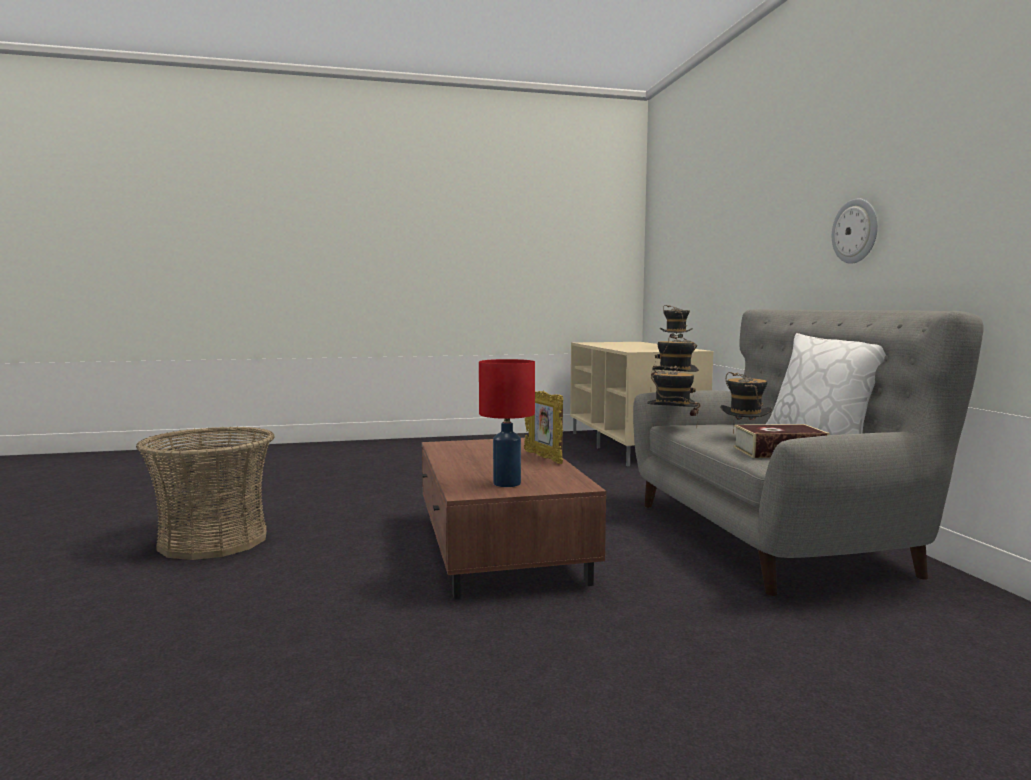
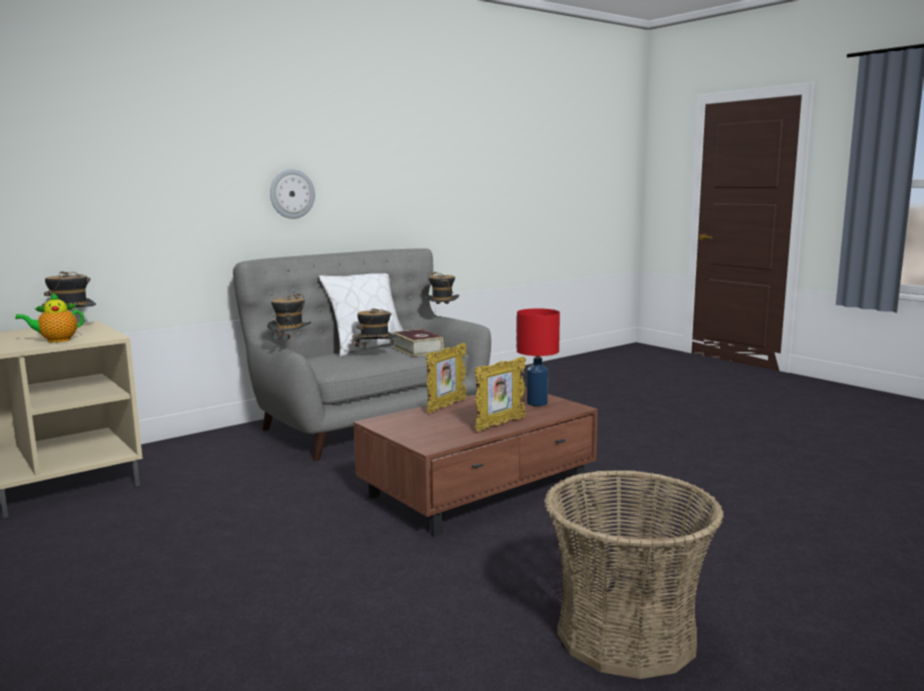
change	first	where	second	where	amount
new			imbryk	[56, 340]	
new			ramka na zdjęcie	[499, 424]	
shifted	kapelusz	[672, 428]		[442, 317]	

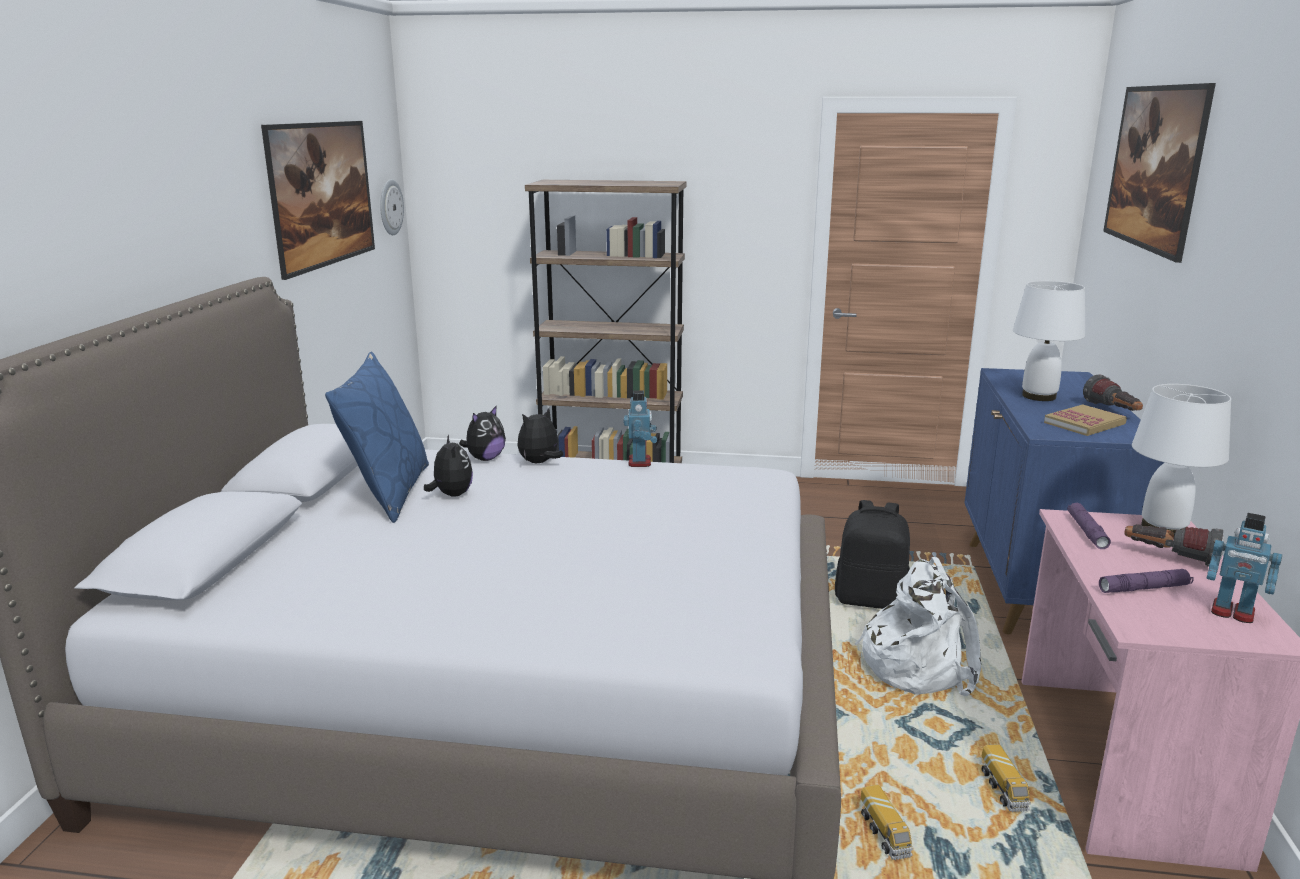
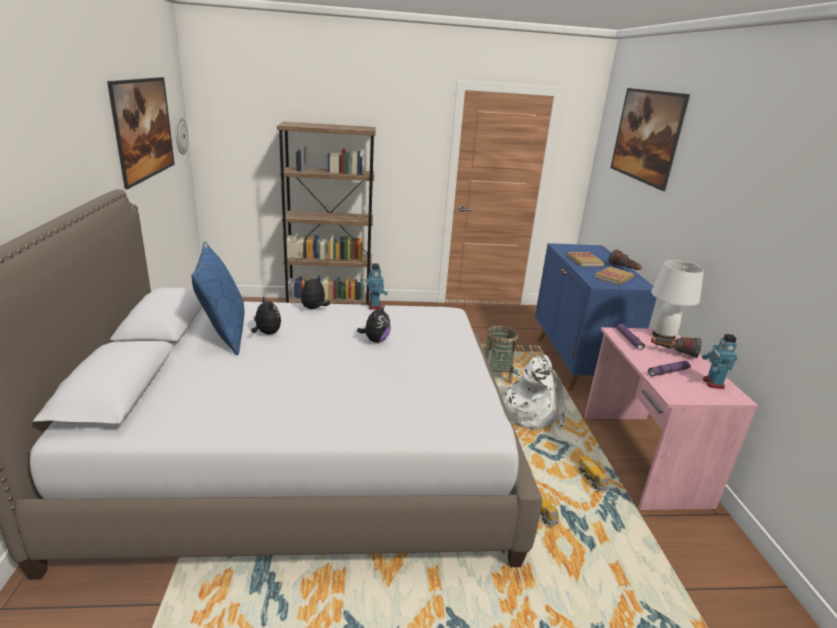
change	first	where	second	where	amount
shifted	pluszak	[485, 458]		[375, 340]	
swapped	plecak [czarny]	[871, 600]	koszyk	[496, 375]	
swapped	lampa stołowa [biały]	[1039, 396]	książka	[584, 261]	
rotated	robot zabawkowy	[1232, 613]		[712, 383]	75 degrees clockwise

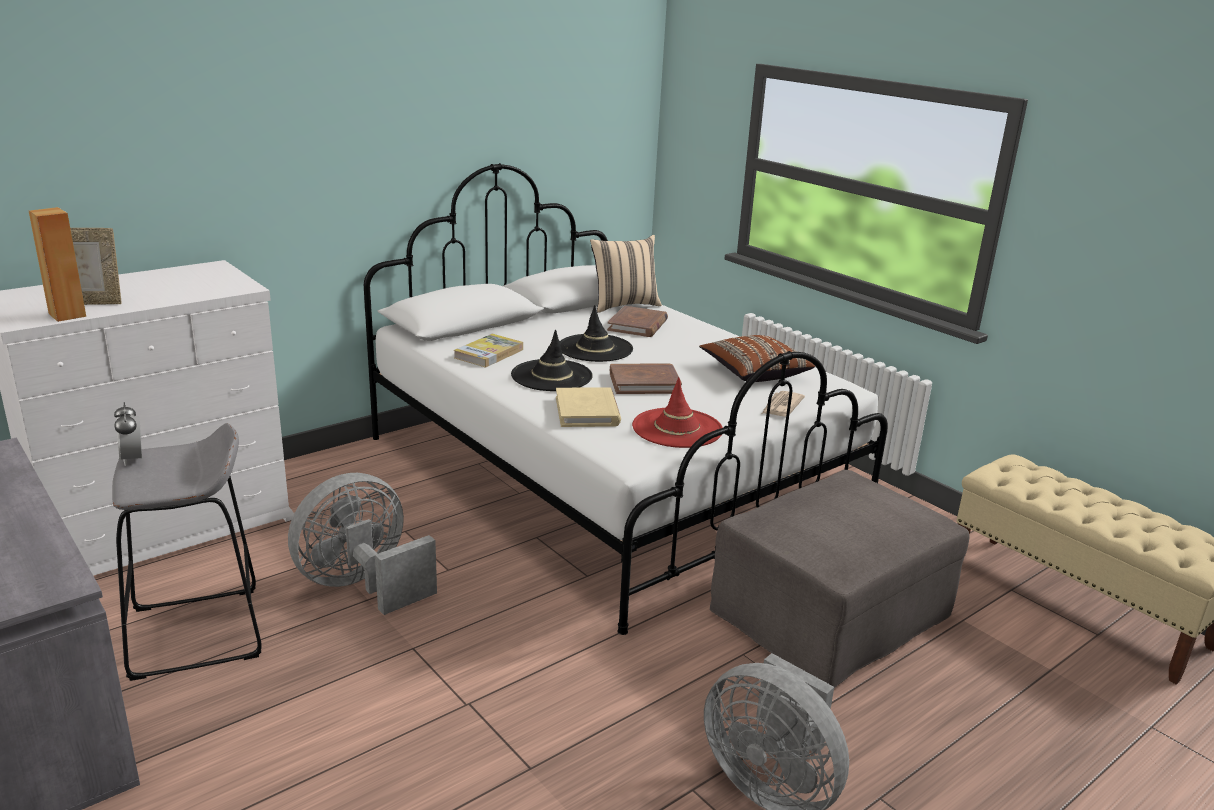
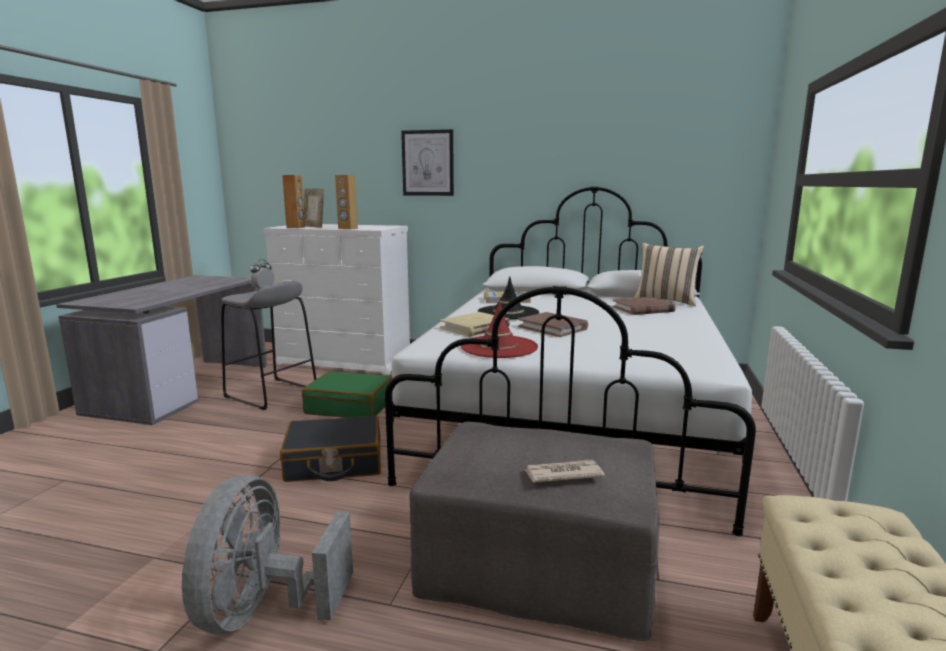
change	first	where	second	where	amount
gone	kapelusz [czarny]	[595, 348]			
gone	poduszka [brązowy]	[754, 372]			
new			walizka [czarny]	[334, 462]	
new			głośnik [brązowy]	[347, 228]	
new			obraz	[428, 163]	
shifted	gazeta	[781, 406]		[562, 474]	
swapped	wentylator [szary]	[362, 585]	walizka [zielony]	[350, 406]	

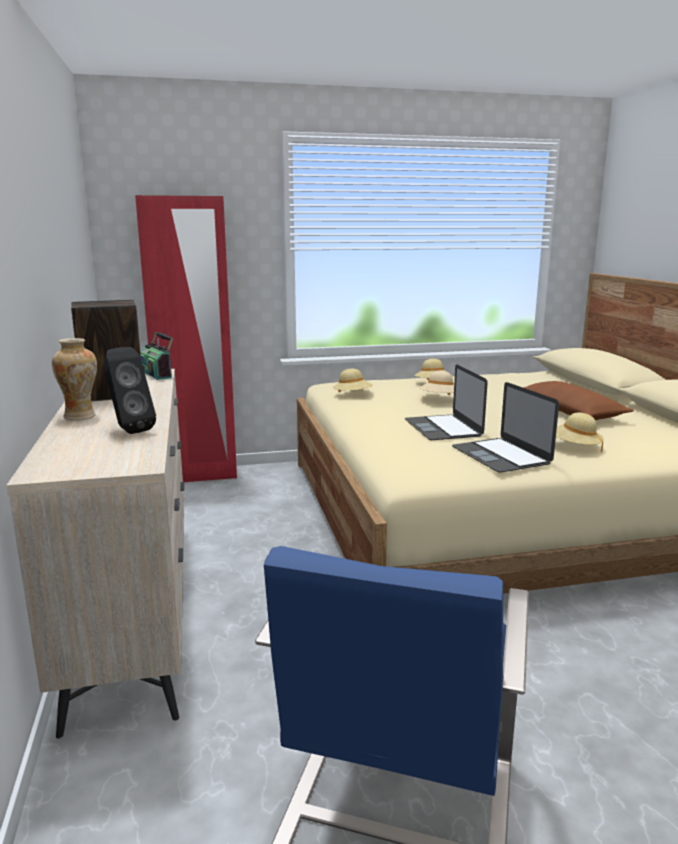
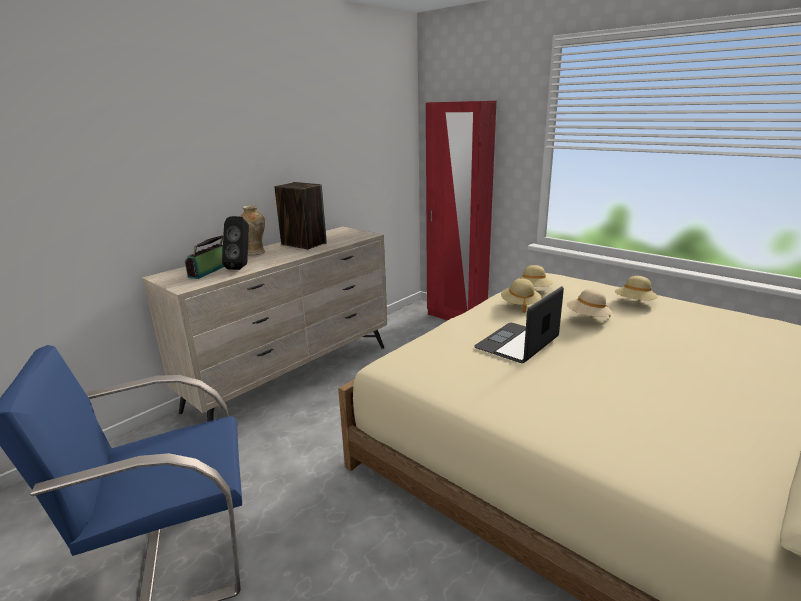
change	first	where	second	where	amount
gone	laptop	[501, 455]			
gone	poduszka [brązowy]	[570, 412]			
shifted	radio	[157, 374]		[208, 272]	
shifted	kapelusz [beżowy]	[575, 447]		[520, 305]	

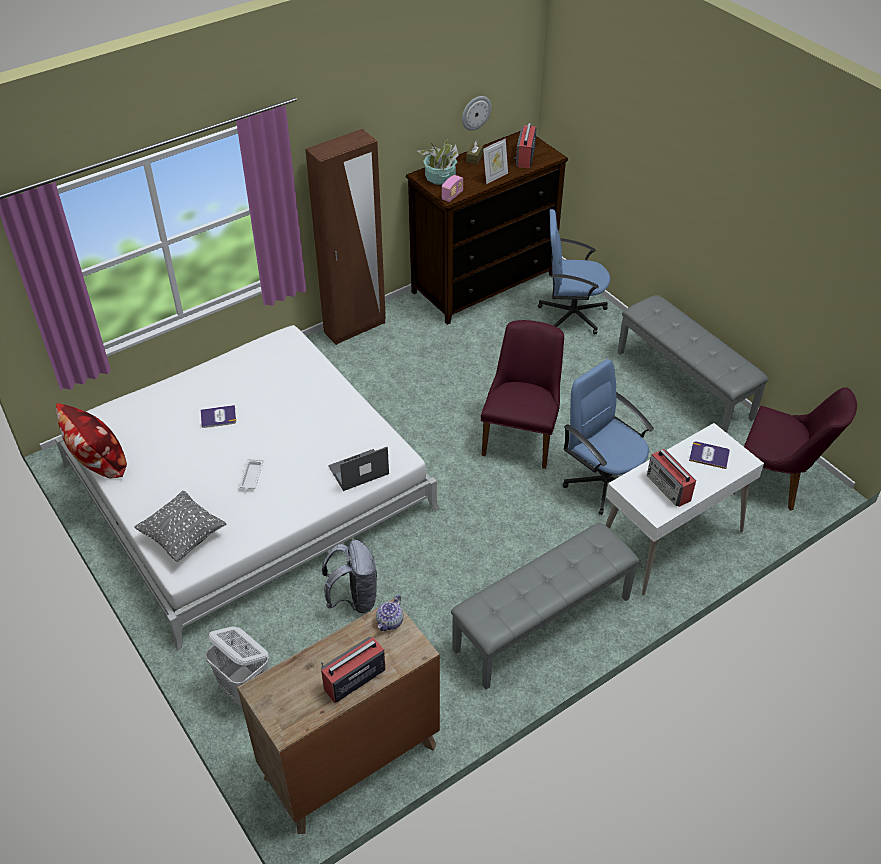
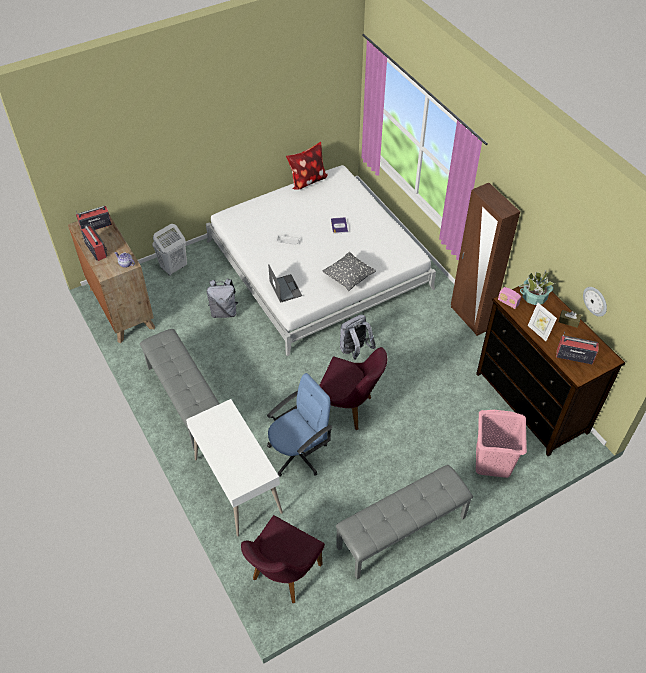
change	first	where	second	where	amount
gone	książka	[709, 455]			
new			plecak [szary]	[355, 350]	
shifted	poduszka [szary]	[183, 537]		[348, 278]	
shifted	radio	[669, 488]		[95, 226]	
swapped	krzesło biurowe [niebieski]	[571, 314]	kosz na pranie [różowy]	[493, 461]	

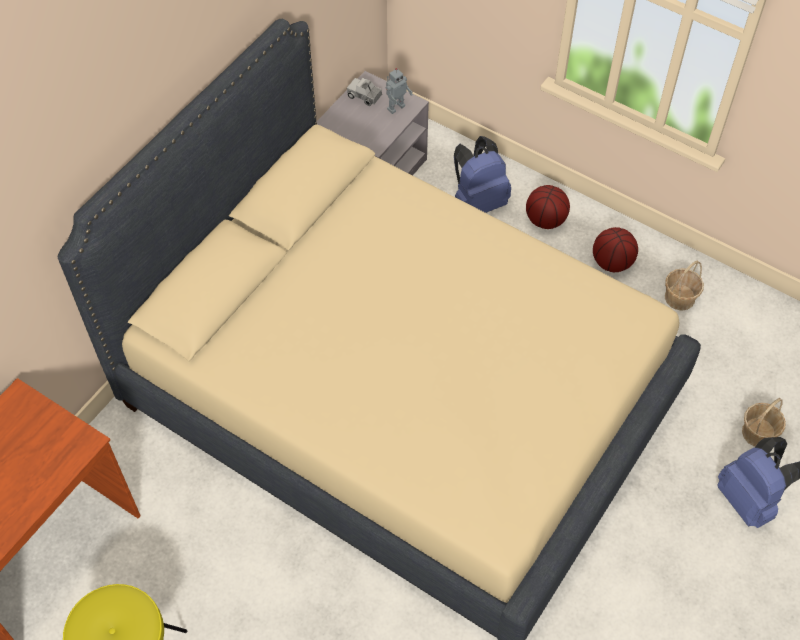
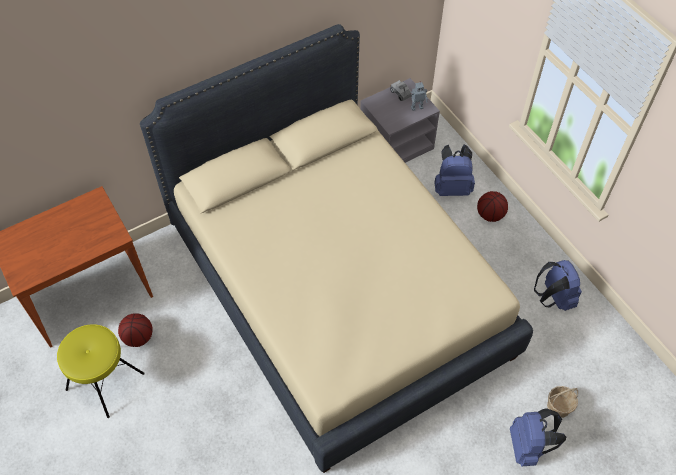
change	first	where	second	where	amount
shifted	piłka do koszykówki	[612, 262]		[139, 337]	
swapped	koszyk	[679, 297]	plecak [niebieski]	[553, 298]	

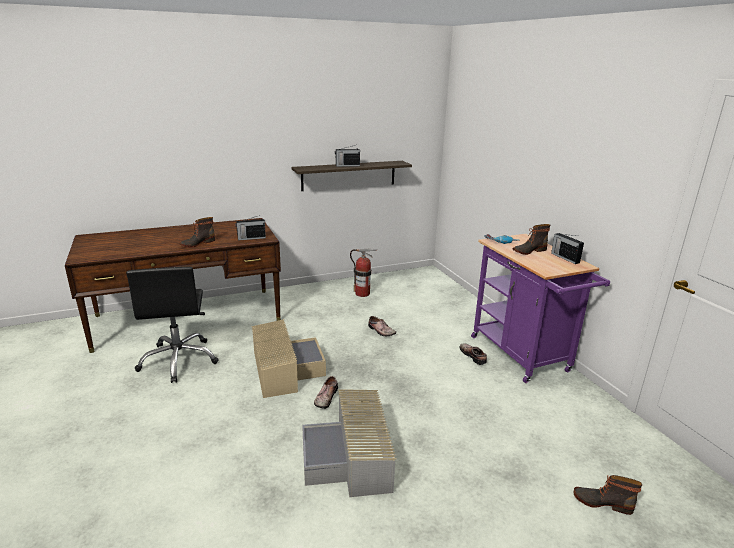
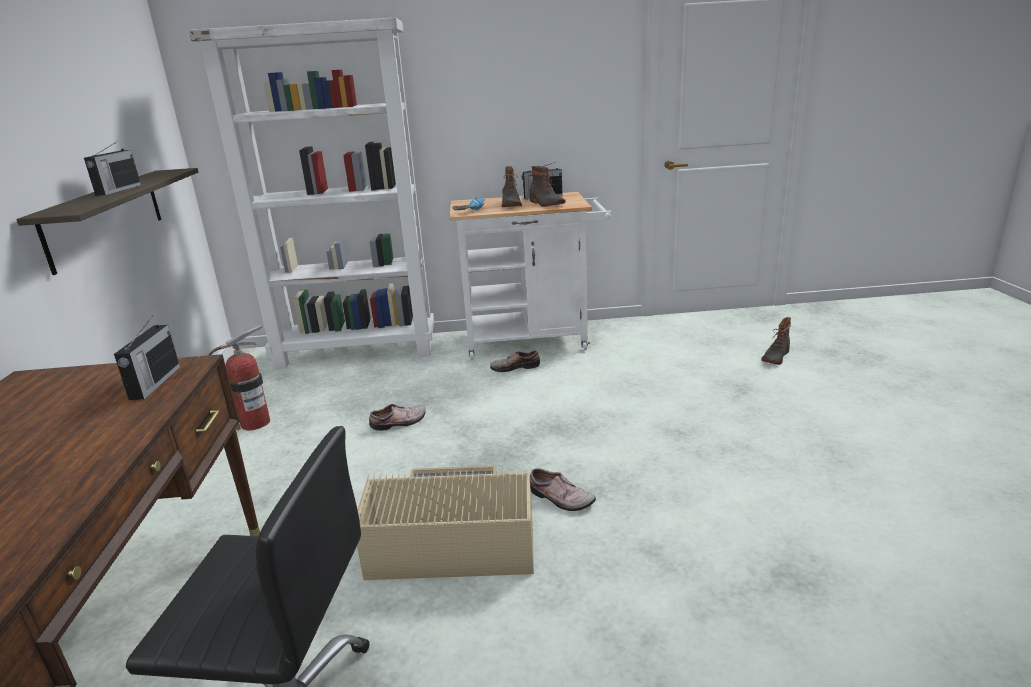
change	first	where	second	where	amount
gone	pojemnik do przechowywania [szary]	[351, 458]			
new			regał [biały]	[358, 351]	
shifted	but z cholewką	[197, 243]		[546, 203]	
repainted	wózek [fioletowy]	[523, 357]	wózek [biały]	[534, 340]	

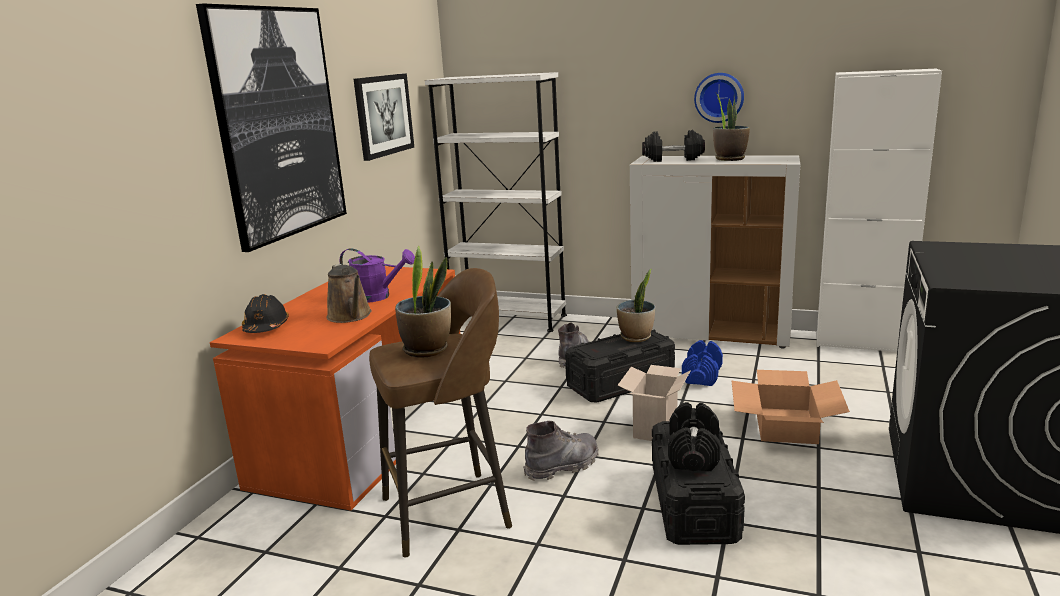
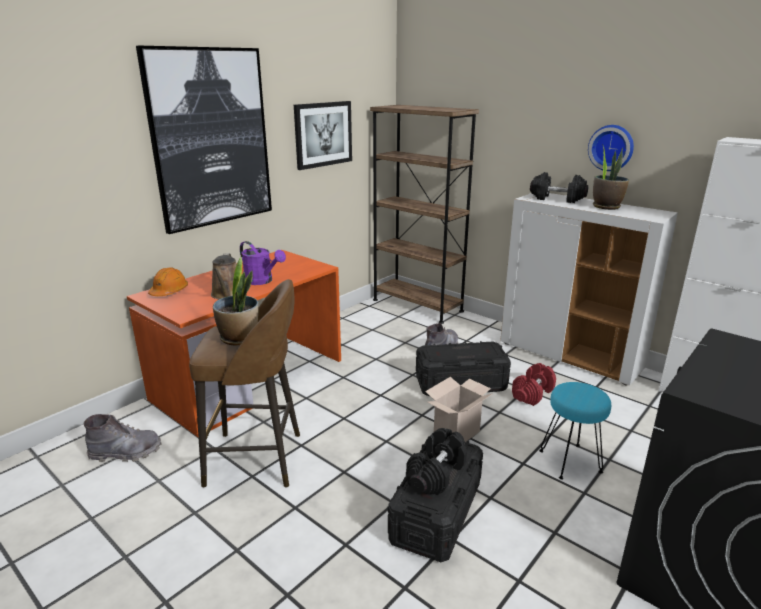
change	first	where	second	where	amount
gone	roślina doniczkowa	[636, 337]			
shifted	but z cholewką [szary]	[563, 466]		[126, 453]	
swapped	karton	[785, 425]	stołek [turkusowy]	[570, 462]	
repainted	kask [czarny]	[266, 327]	kask [pomarańczowy]	[169, 291]	
repainted	regał [biały]	[508, 319]	regał [brązowy]	[417, 305]	
repainted	hantel [niebieski]	[702, 375]	hantel [czerwony]	[532, 393]	

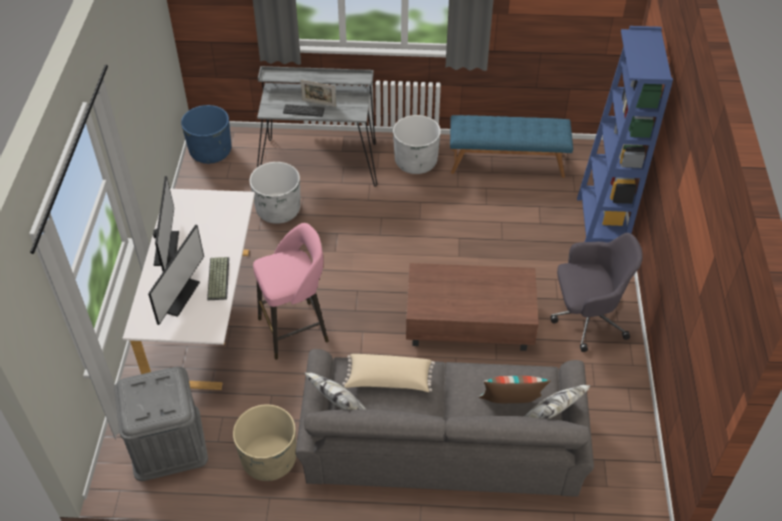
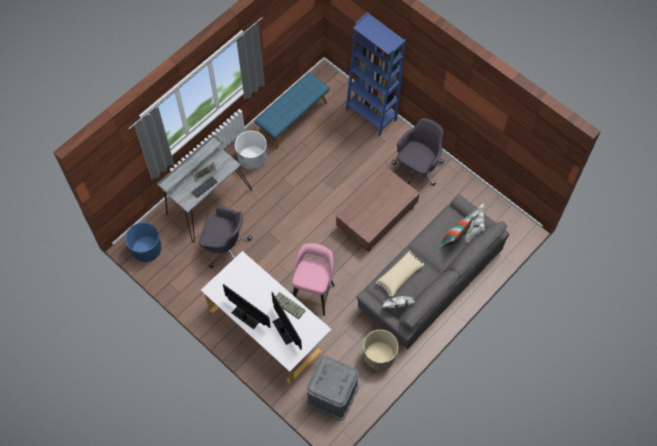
change	first	where	second	where	amount
swapped	donica [biały]	[278, 210]	krzesło biurowe [szary]	[225, 247]	

